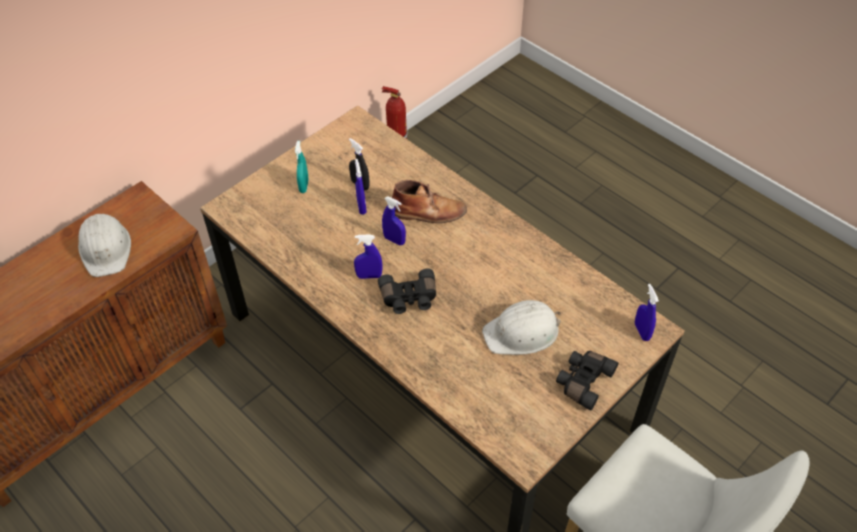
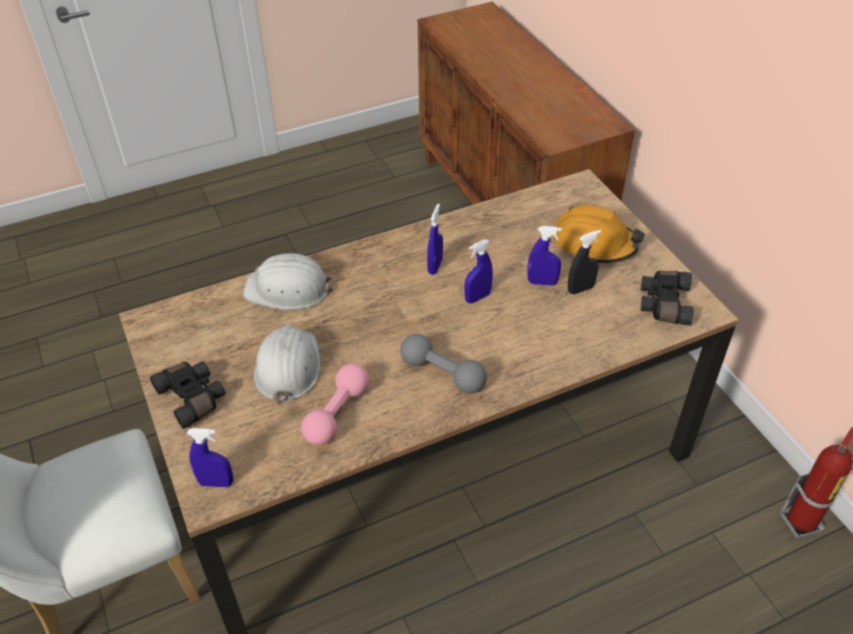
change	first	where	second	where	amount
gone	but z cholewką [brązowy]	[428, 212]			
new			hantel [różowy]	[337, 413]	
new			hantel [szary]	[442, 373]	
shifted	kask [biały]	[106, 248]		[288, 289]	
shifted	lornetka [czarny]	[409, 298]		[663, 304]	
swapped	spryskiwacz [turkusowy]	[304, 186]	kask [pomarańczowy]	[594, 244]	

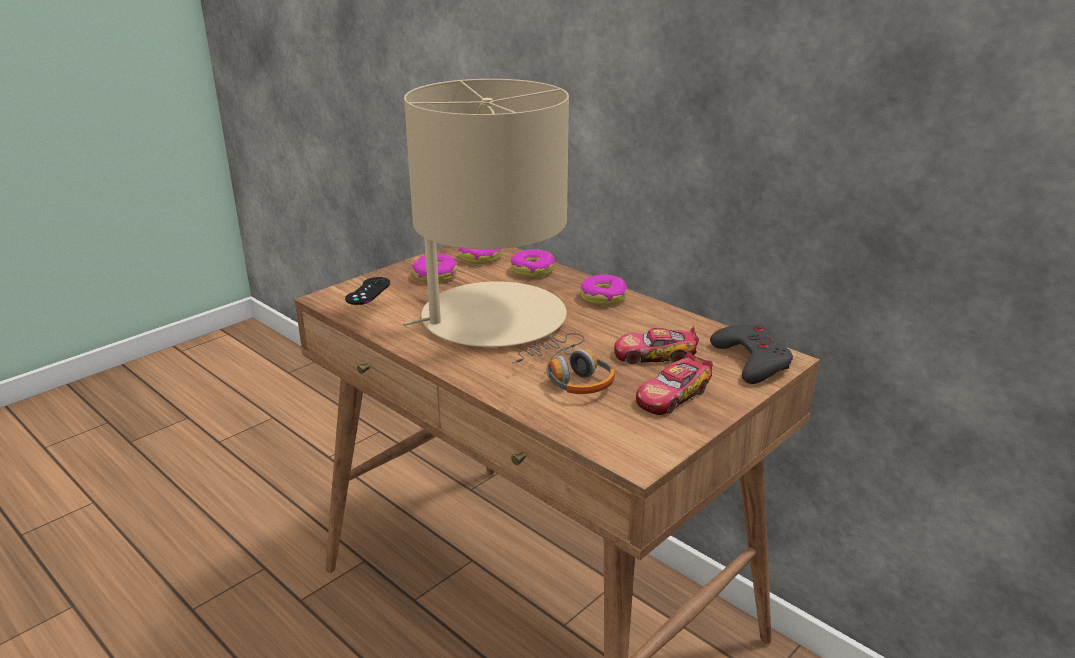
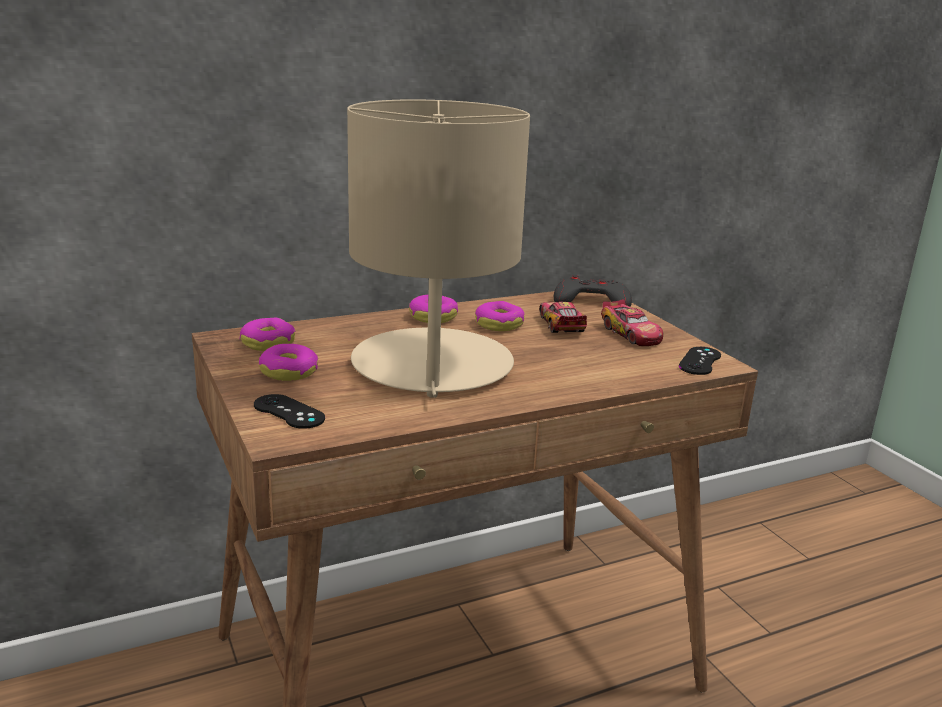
change	first	where	second	where	amount
gone	słuchawki	[568, 375]			
new			pad do gier [czarny]	[700, 361]	
shifted	donut	[533, 270]		[499, 324]	
rotated	samochodzik	[654, 355]		[561, 325]	150 degrees clockwise

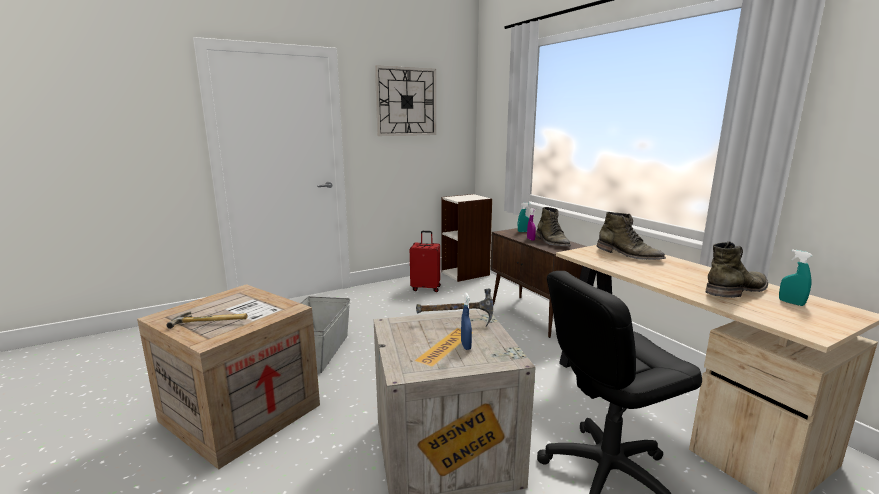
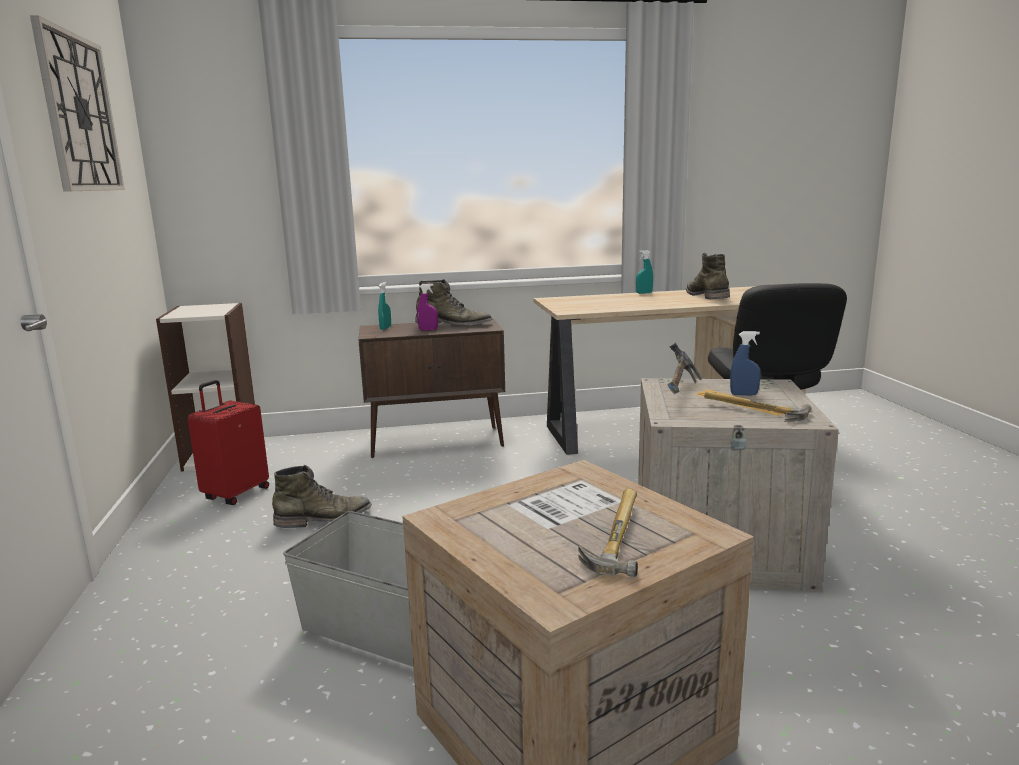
change	first	where	second	where	amount
new			młotek	[753, 412]	
shifted	but z cholewką [zielony]	[628, 255]		[324, 519]	
shifted	spryskiwacz [turkusowy]	[791, 303]		[644, 293]	

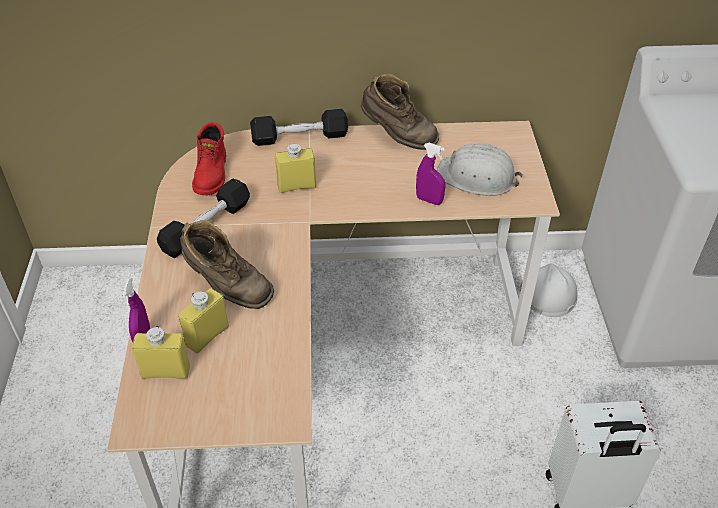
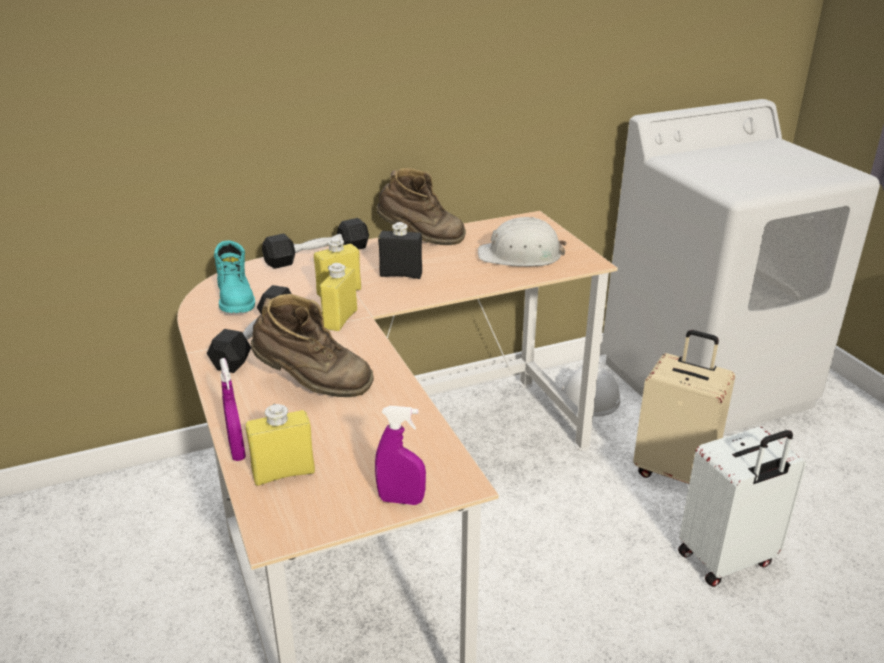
change	first	where	second	where	amount
new			butelka [czarny]	[401, 275]	
new			walizka [beżowy]	[675, 471]	
shifted	butelka [żółty]	[207, 336]		[340, 319]	
shifted	spryskiwacz [fioletowy]	[429, 200]		[401, 500]	
repainted	but z cholewką [czerwony]	[212, 174]	but z cholewką [turkusowy]	[236, 298]	

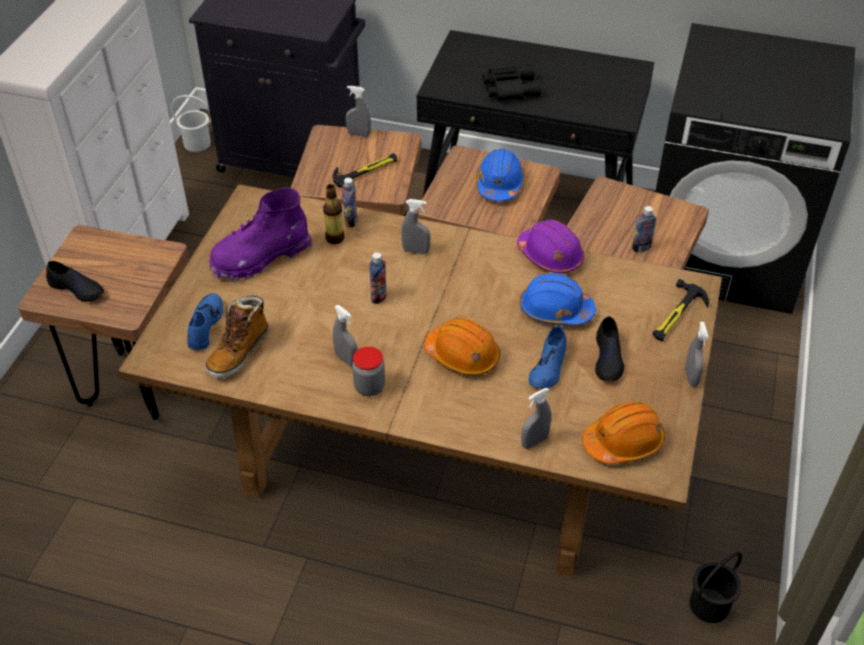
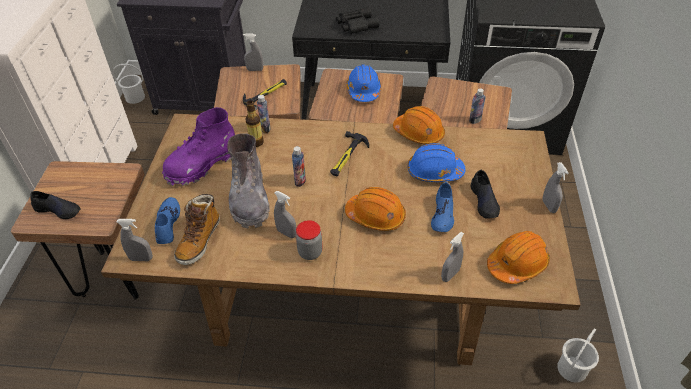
change	first	where	second	where	amount
new			but z cholewką [szary]	[249, 199]	
shifted	spryskiwacz [szary]	[416, 251]		[141, 258]	
shifted	młotek	[677, 315]		[347, 156]	
repainted	kask [fioletowy]	[550, 256]	kask [pomarańczowy]	[419, 133]	
repainted	wiadro [czarny]	[710, 605]	wiadro [biały]	[572, 369]	

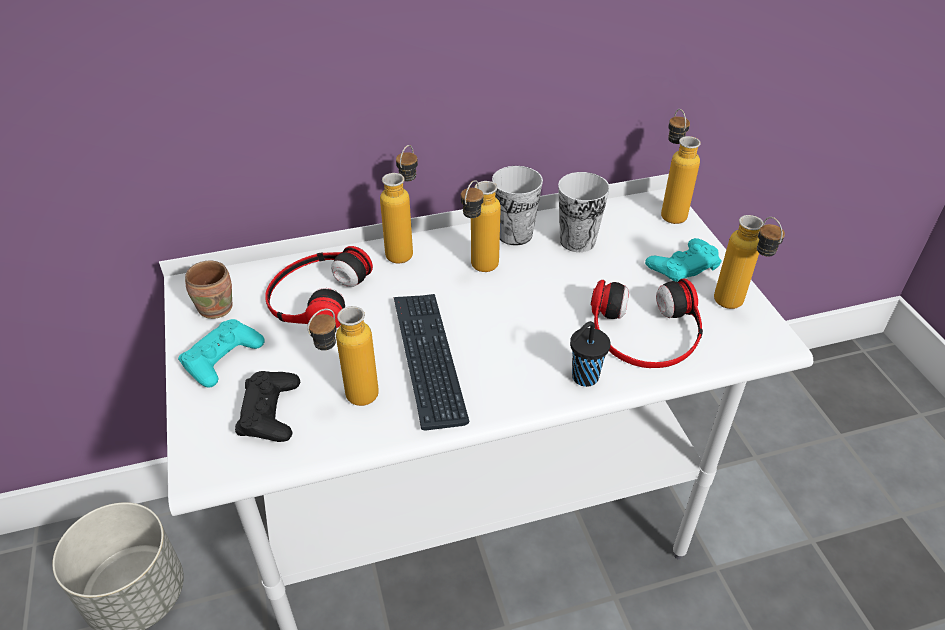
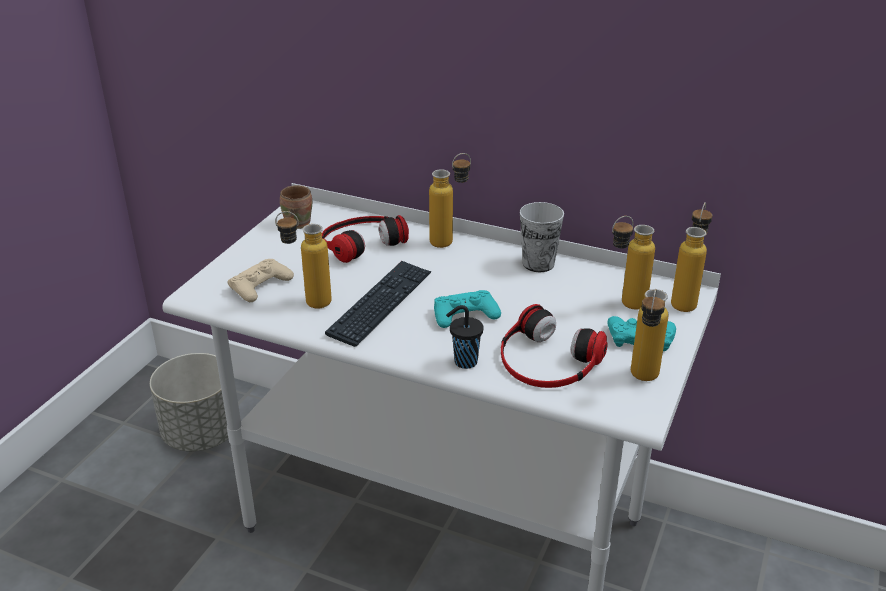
change	first	where	second	where	amount
gone	filiżanka	[577, 241]			
shifted	pad do gier [turkusowy]	[222, 358]		[465, 315]	
shifted	butelka	[479, 271]		[624, 305]	
repainted	pad do gier [czarny]	[270, 412]	pad do gier [beżowy]	[260, 286]	

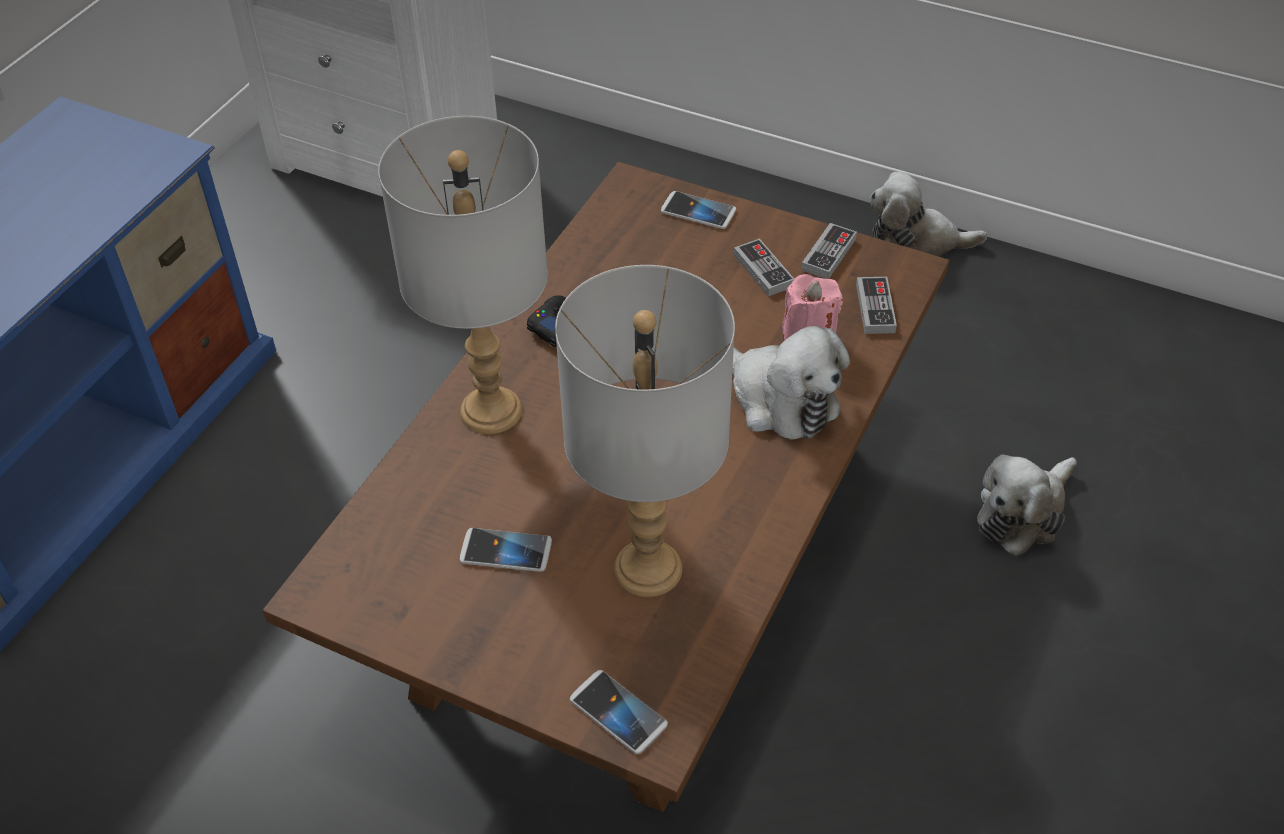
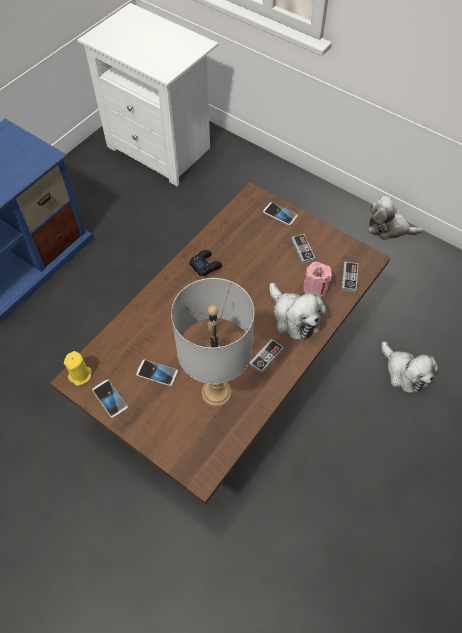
change	first	where	second	where	amount
gone	lampa stołowa [szary]	[491, 411]			
new			świeca [żółty]	[80, 375]	
shifted	telefon	[618, 713]		[110, 399]	
shifted	pad do gier	[828, 254]		[266, 357]	
rotated	pluszak	[1022, 513]		[404, 372]	90 degrees counterclockwise

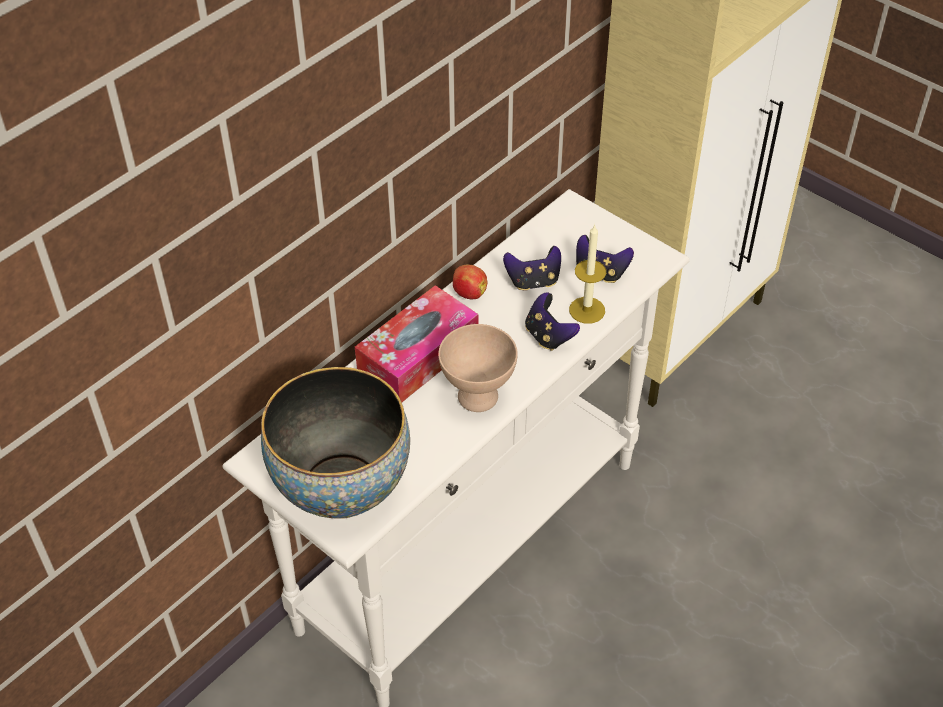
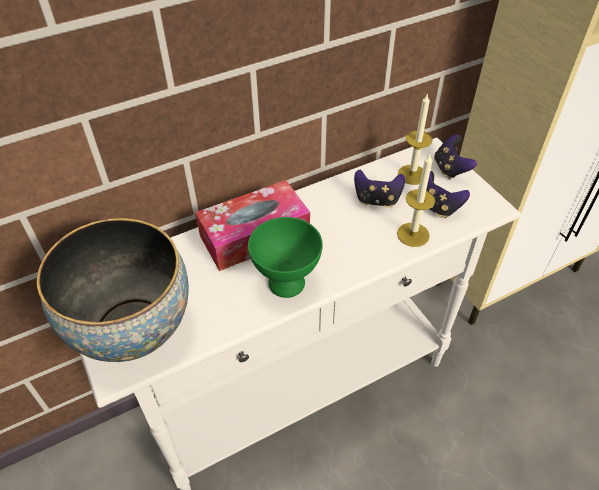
change	first	where	second	where	amount
gone	jabłko	[469, 293]			
new			świeca	[412, 174]	
shifted	pad do gier	[548, 336]		[450, 169]	
repainted	miska [beżowy]	[476, 397]	miska [zielony]	[285, 283]	

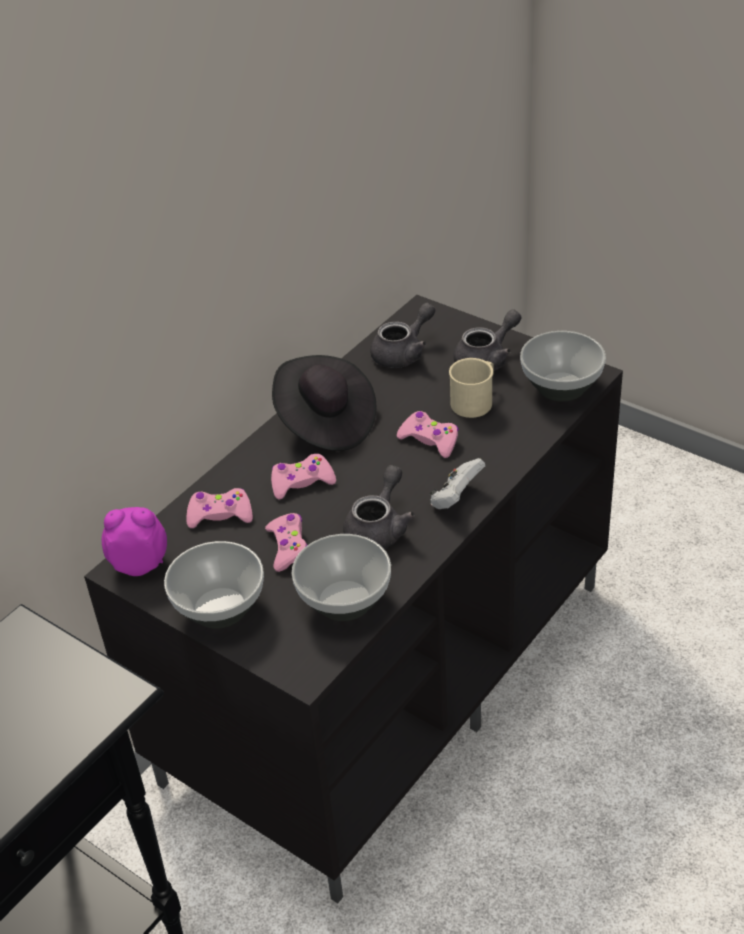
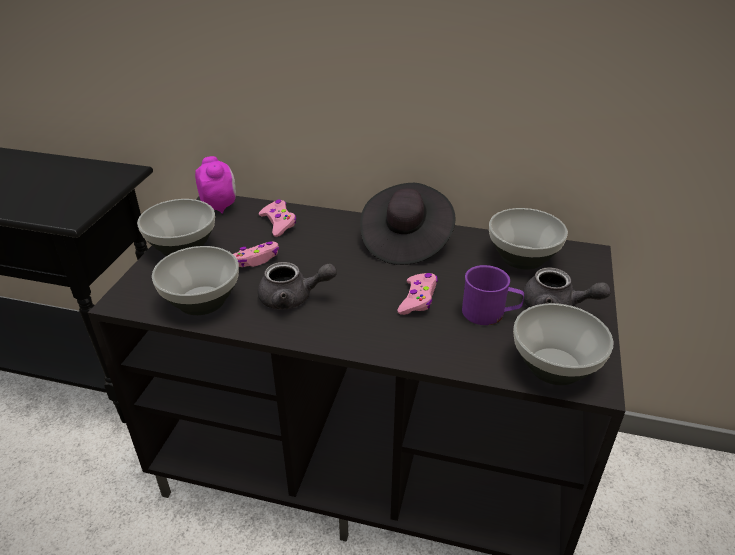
change	first	where	second	where	amount
gone	pad do gier [różowy]	[301, 482]			
gone	pad do gier [biały]	[456, 498]			
swapped	imbryk [szary]	[403, 353]	miska	[523, 257]	
repainted	kubek [beżowy]	[475, 400]	kubek [fioletowy]	[490, 313]	

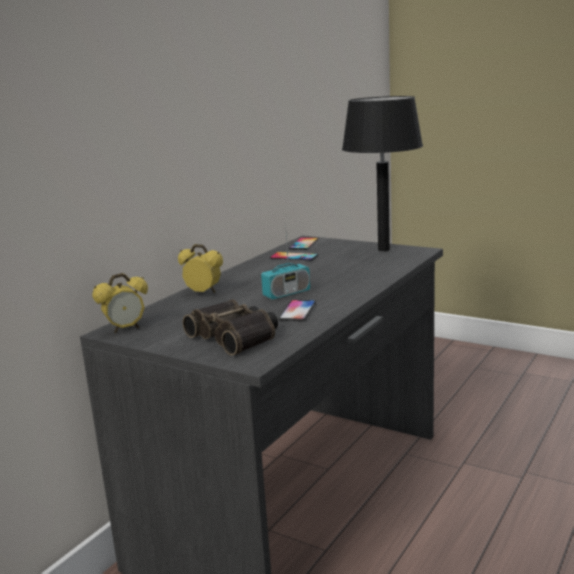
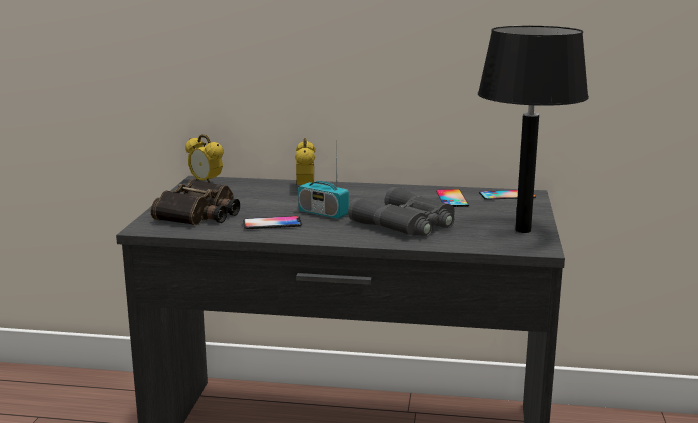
change	first	where	second	where	amount
new			lornetka [szary]	[406, 224]	

